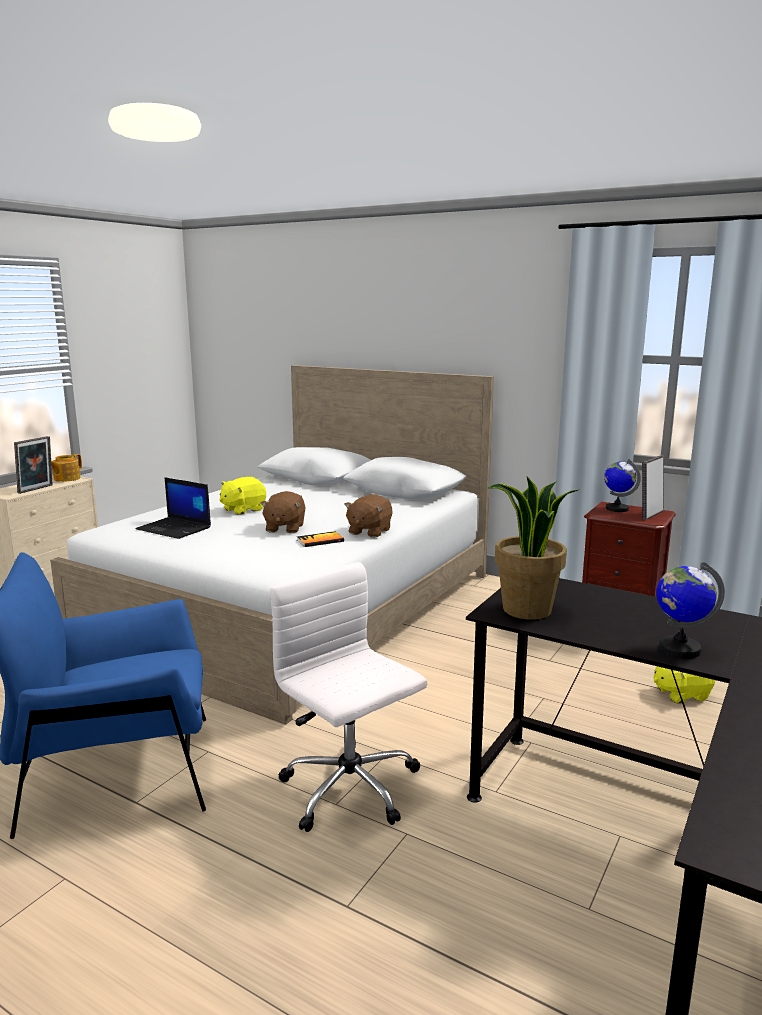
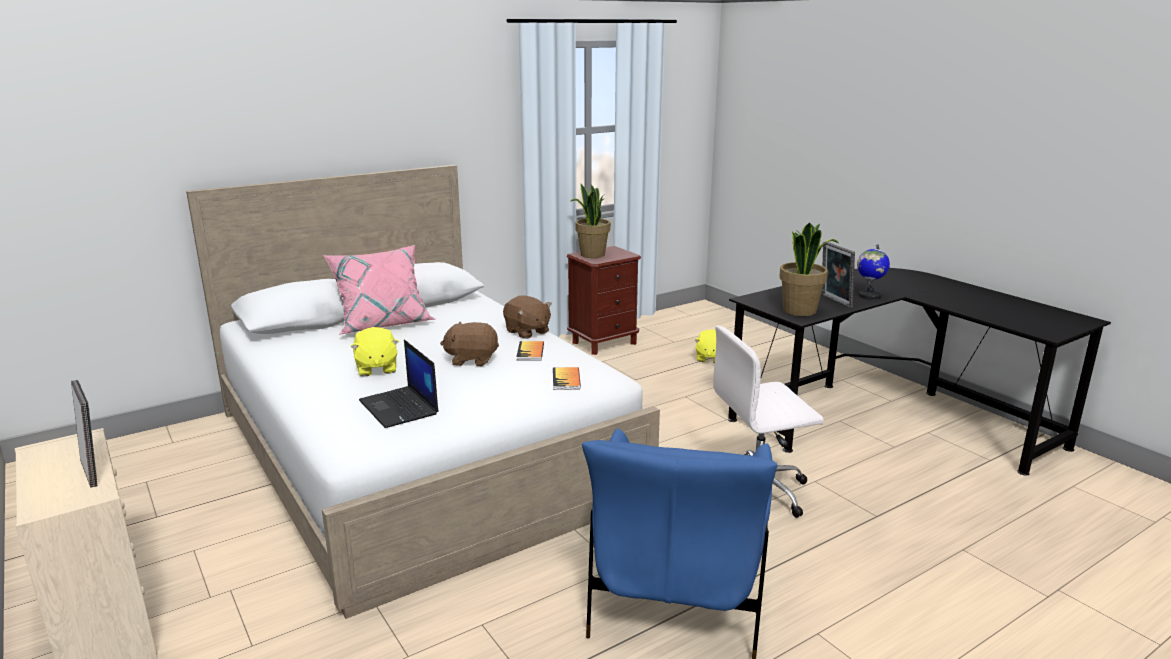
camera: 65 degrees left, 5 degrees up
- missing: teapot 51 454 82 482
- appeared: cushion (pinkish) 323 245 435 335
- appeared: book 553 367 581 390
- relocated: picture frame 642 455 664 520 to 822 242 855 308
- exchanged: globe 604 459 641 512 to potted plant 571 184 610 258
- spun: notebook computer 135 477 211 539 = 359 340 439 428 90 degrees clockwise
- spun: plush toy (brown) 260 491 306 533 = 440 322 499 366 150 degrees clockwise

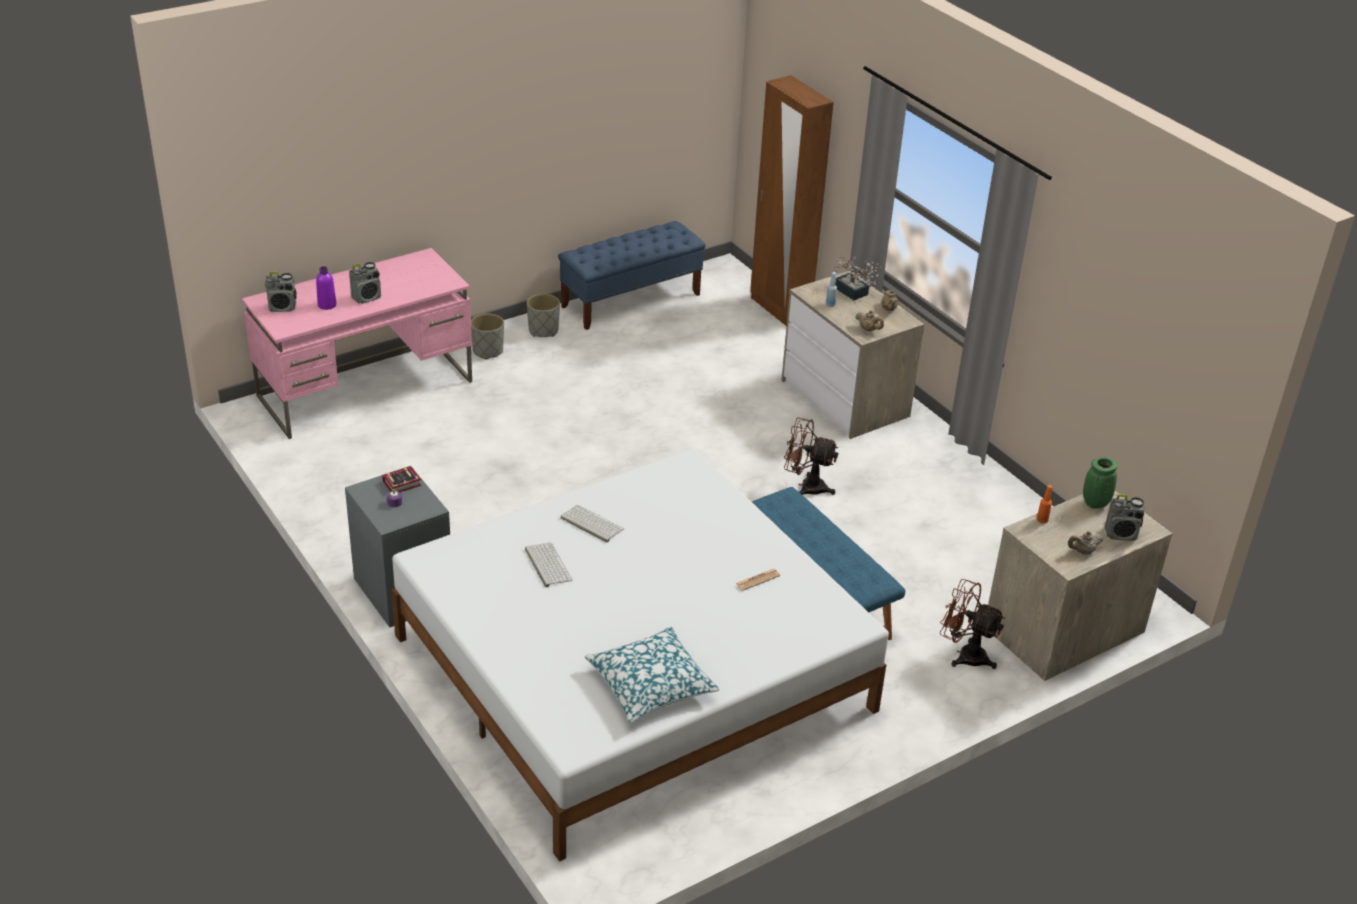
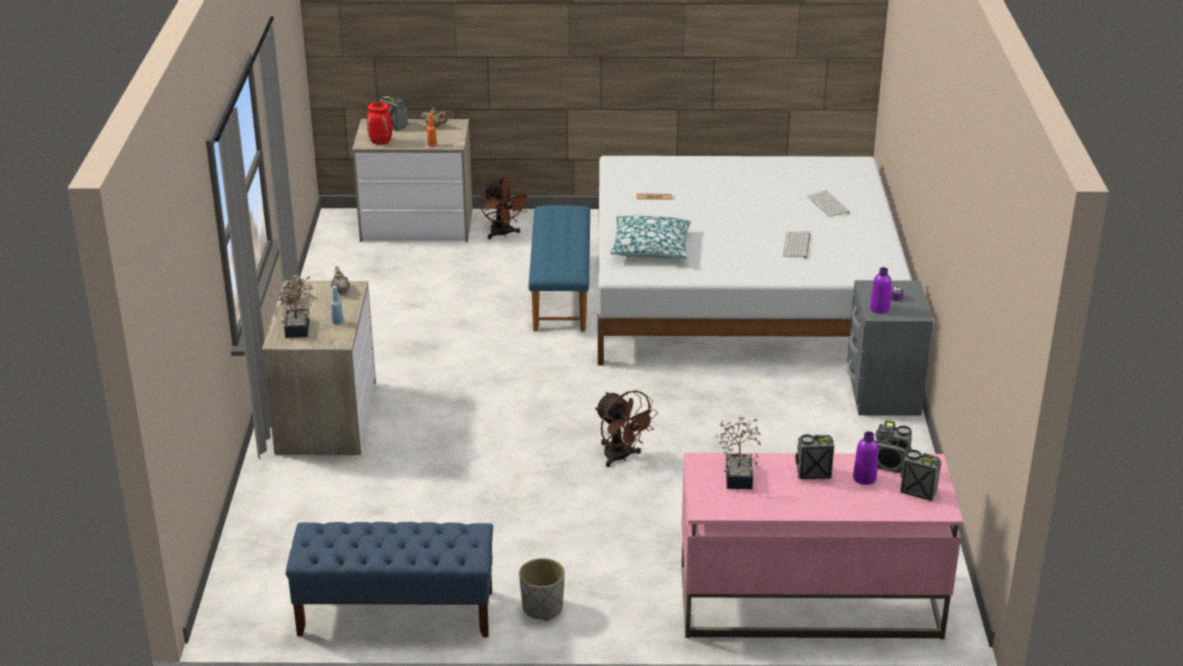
camera: 145 degrees left, 5 degrees down
- missing: flower pot (greyish) 471 314 504 360
- missing: wardrobe (brown) 750 75 834 326
- appeared: potted plant 716 416 762 489
- appeared: radio 875 420 912 473
- relocated: computer keyboard 560 505 624 542 to 807 190 850 217
- relocated: cushion 584 626 719 723 to 610 216 691 259
- relocated: electric fan (brown) 784 417 838 495 to 595 390 658 467
- exchanged: book 382 466 421 492 to bottle (purple) 870 267 892 314
- colour: vase (greenish) 1083 457 1118 508 to vase (red-coloured) 367 102 392 145

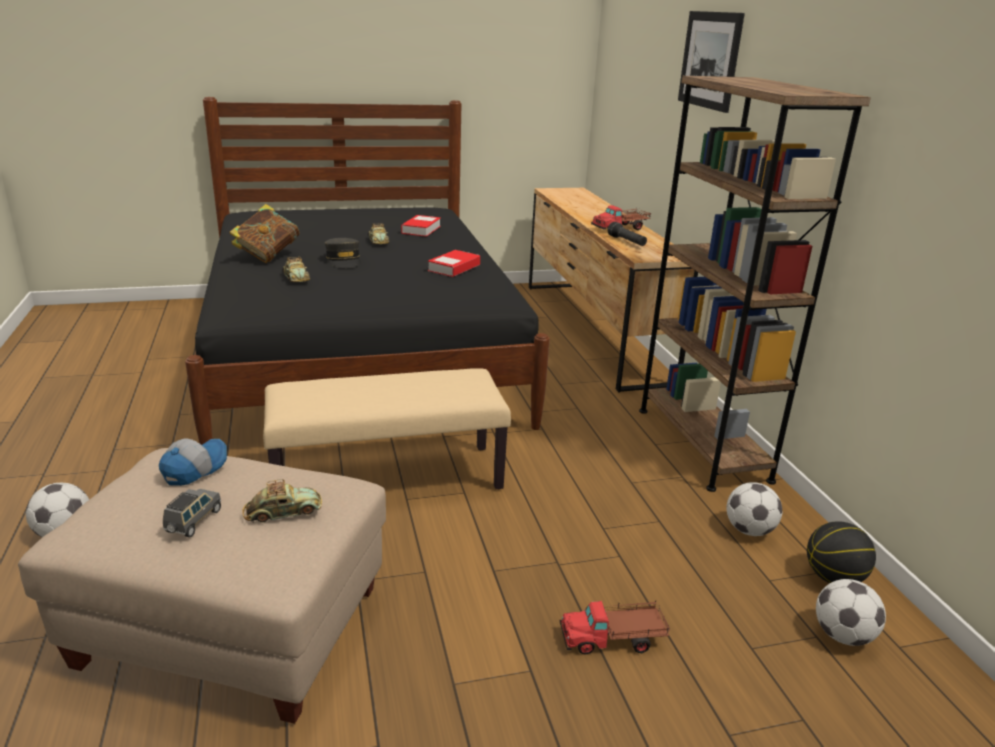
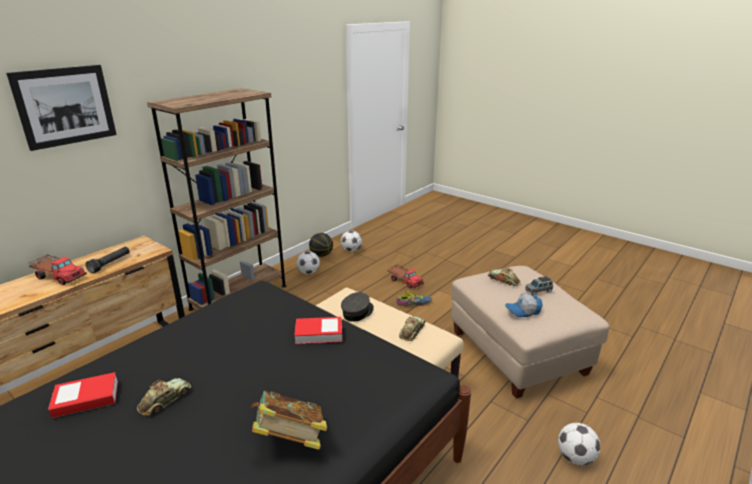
camera: 125 degrees left, 0 degrees up
- appeared: shoe 396 291 432 308
- relocated: model car 282 257 310 282 to 399 316 426 341
- relocated: peaked cap (greyish) 325 238 361 268 to 341 292 374 322
- relocated: book 428 250 480 277 to 294 317 342 344

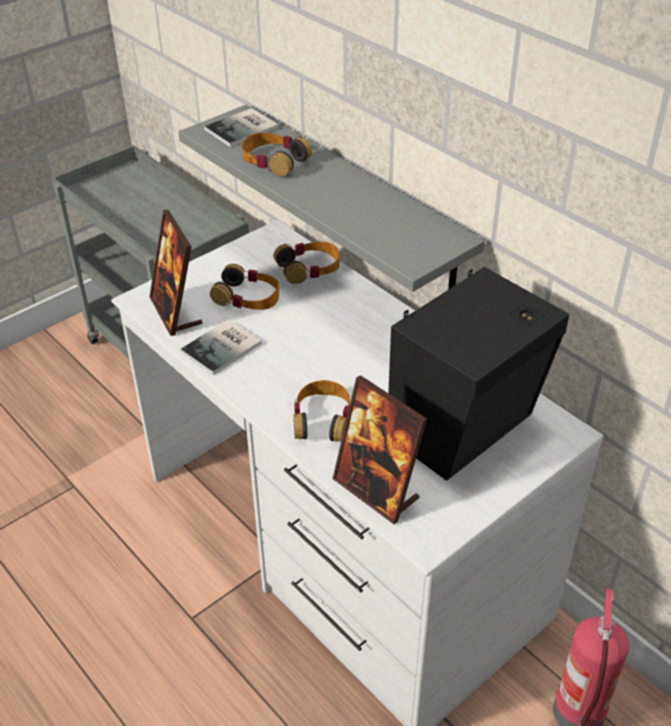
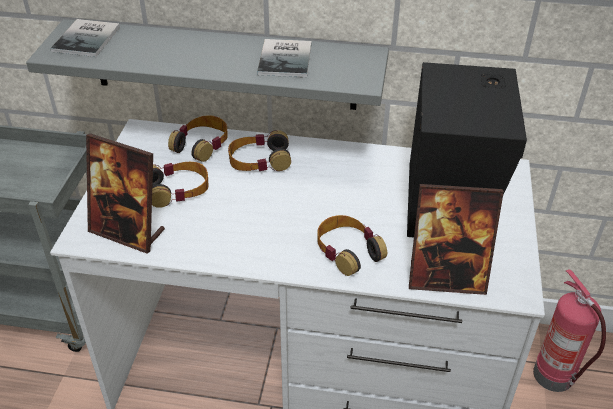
camera: 40 degrees left, 0 degrees up
- relocated: book 180 319 262 375 to 257 39 311 77
- relocated: pair of headphones 241 133 312 176 to 228 130 291 171

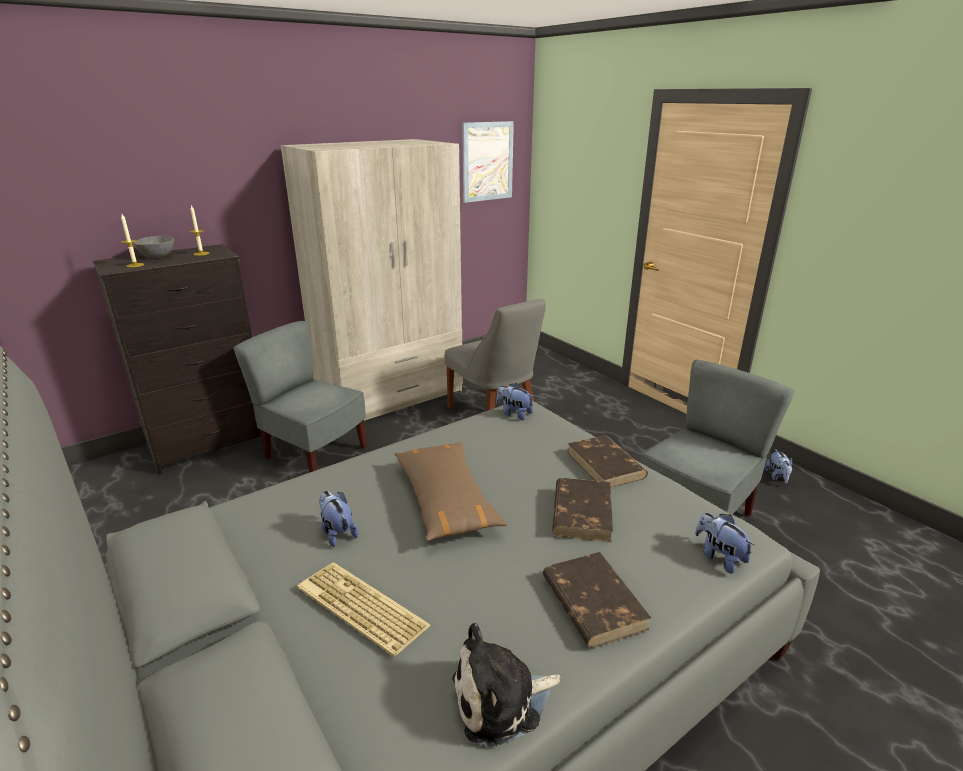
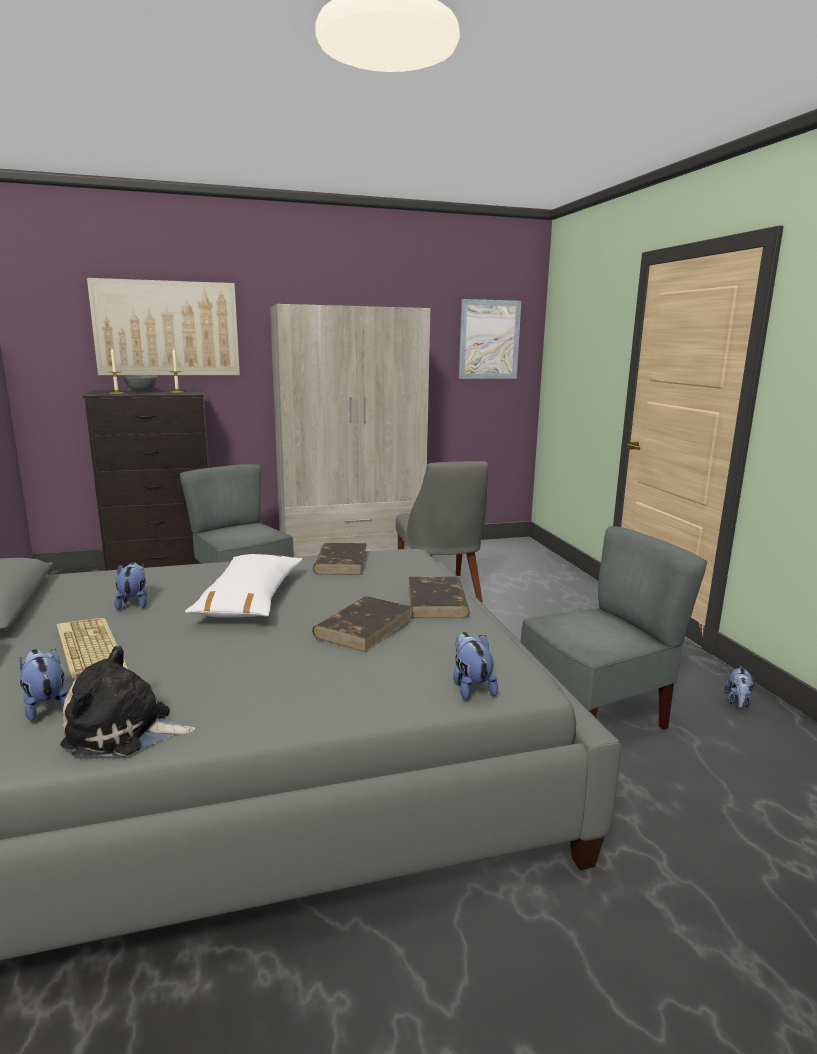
camera: 20 degrees right, 10 degrees down
- appeared: wall picture 87 278 240 375
- relocated: plush toy 496 383 534 421 to 20 649 68 722
- relocated: book (brown) 543 552 652 648 to 313 543 367 575
- colour: cushion (brown) 395 442 507 541 to cushion (white) 185 554 302 618

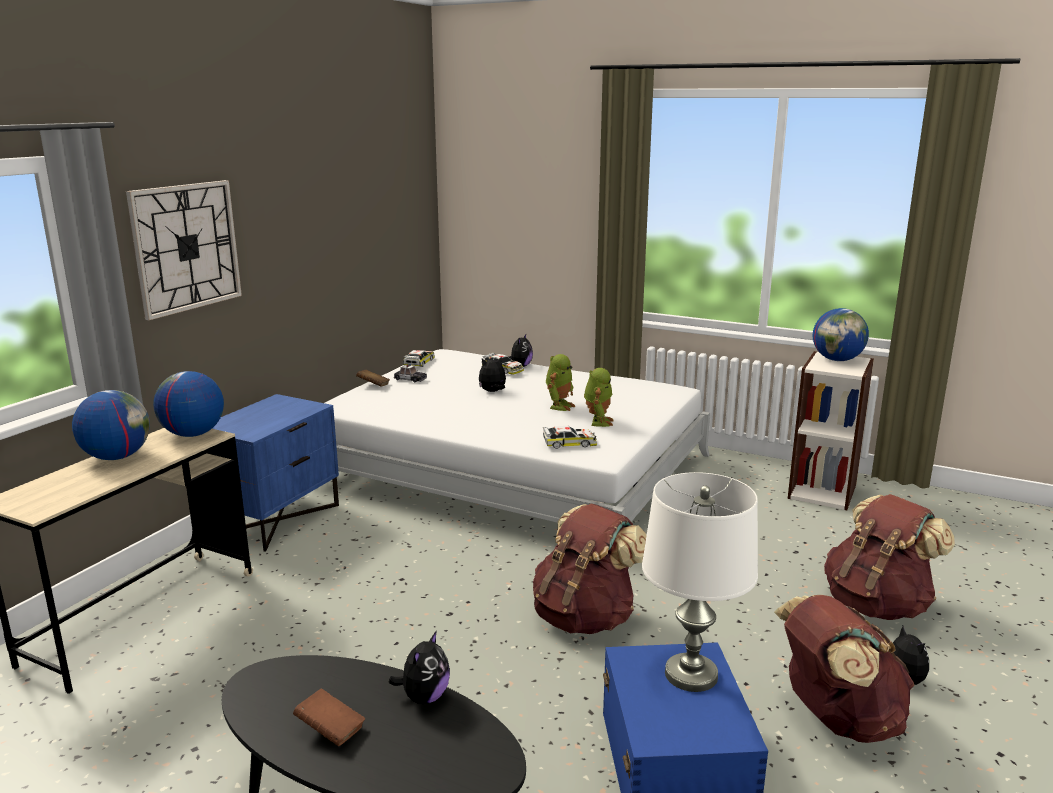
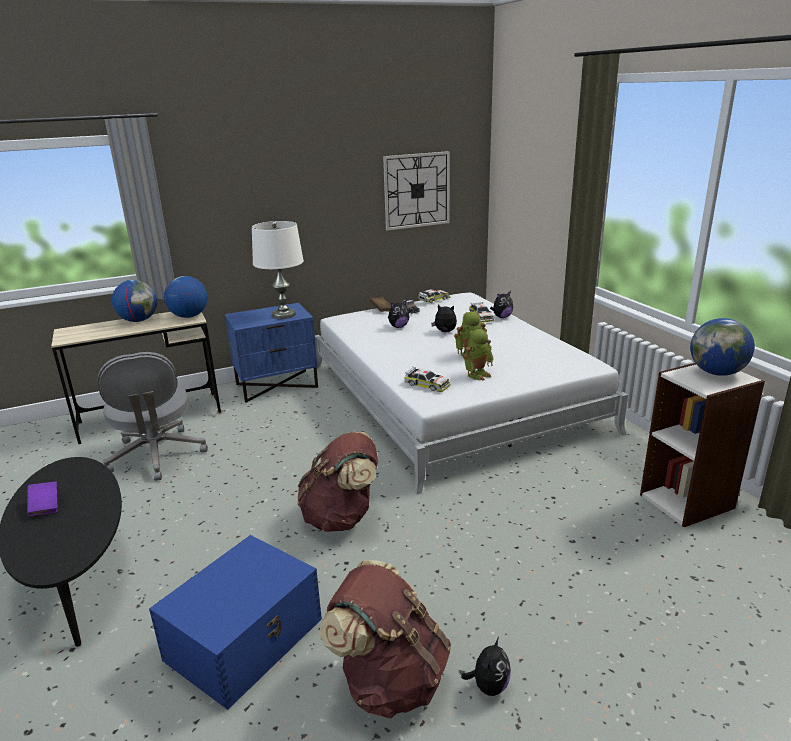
camera: 40 degrees right, 5 degrees up
- missing: knapsack (brown) 824 494 955 620
- appeared: desk chair (greyish) 98 352 208 481
- relocated: hanging clock 126 180 242 320 to 383 151 450 231
- relocated: plush toy 389 630 450 704 to 388 300 410 328
- relocated: tabletop lamp (white) 642 472 758 692 to 252 221 304 319
- colour: book (brown) 293 688 365 746 to book (purple) 27 482 58 516

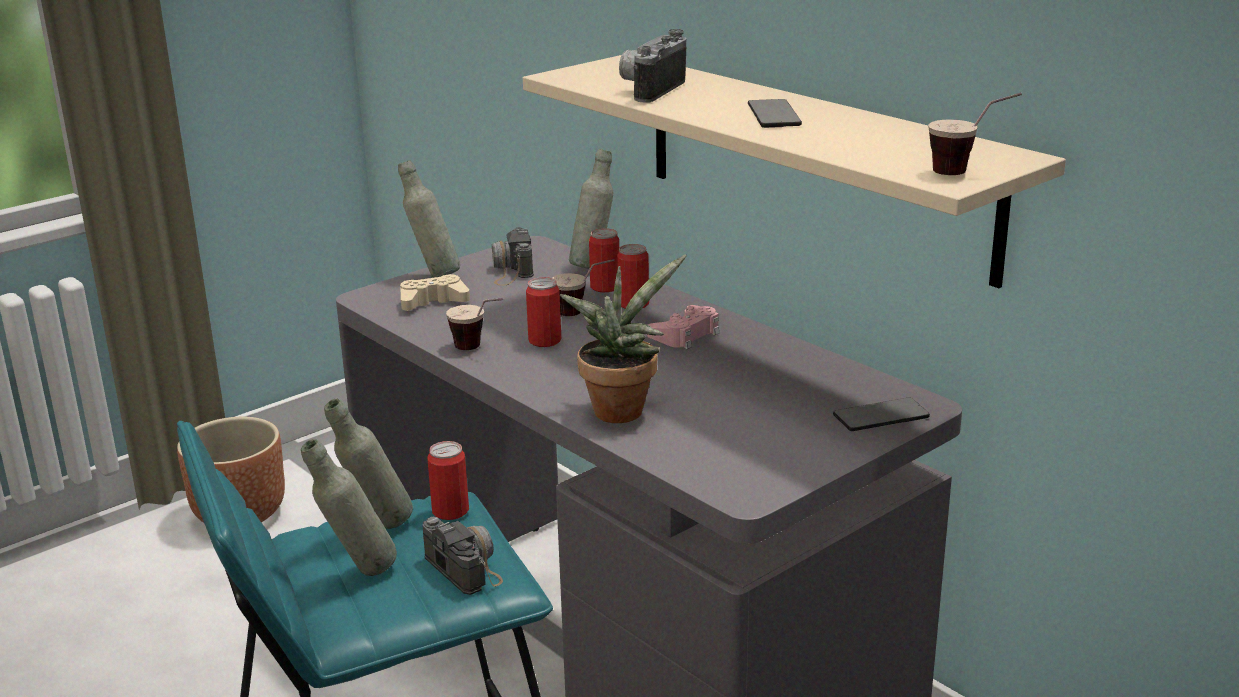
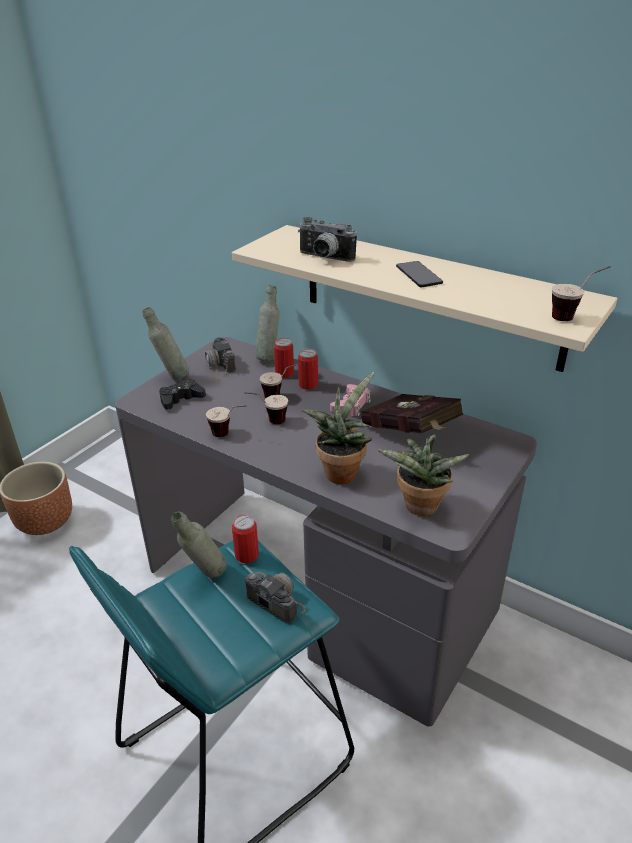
camera: 15 degrees left, 10 degrees up
- missing: bottle (greyish) 301 439 397 576
- missing: phone 833 397 930 431
- appeared: book (red-coloured) 361 394 463 433
- appeared: potted plant 378 434 469 516
- exchanged: sealed can 526 277 561 347 to cup 244 392 288 424
- colour: gamepad (beige) 400 274 470 310 to gamepad (blackish) 159 379 206 410
- spun: still camera 619 29 686 103 = 298 217 357 262 75 degrees counterclockwise

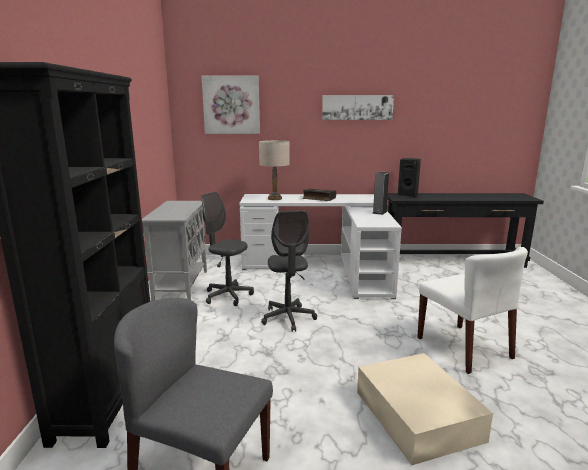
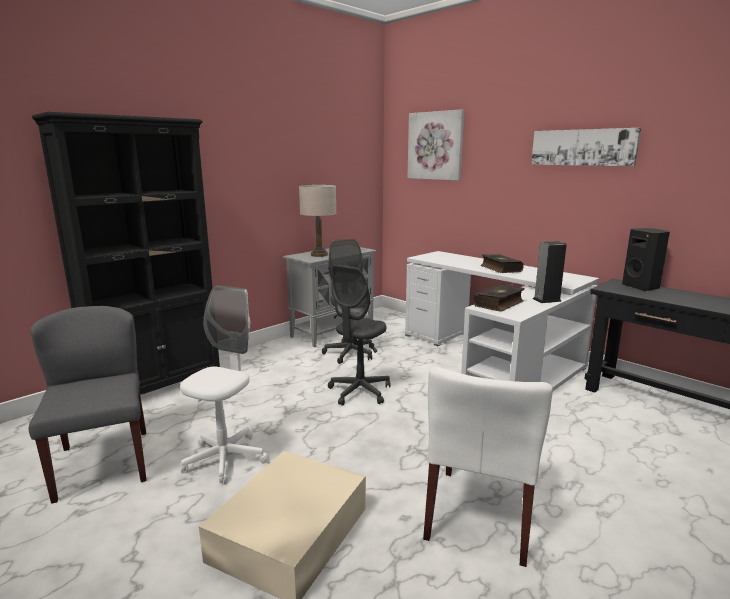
camera: 45 degrees right, 0 degrees up
- appeared: desk chair (white) 180 285 268 484
- appeared: book 473 284 525 311
- relocated: tabletop lamp (beige) 259 140 290 200 to 299 185 336 257

